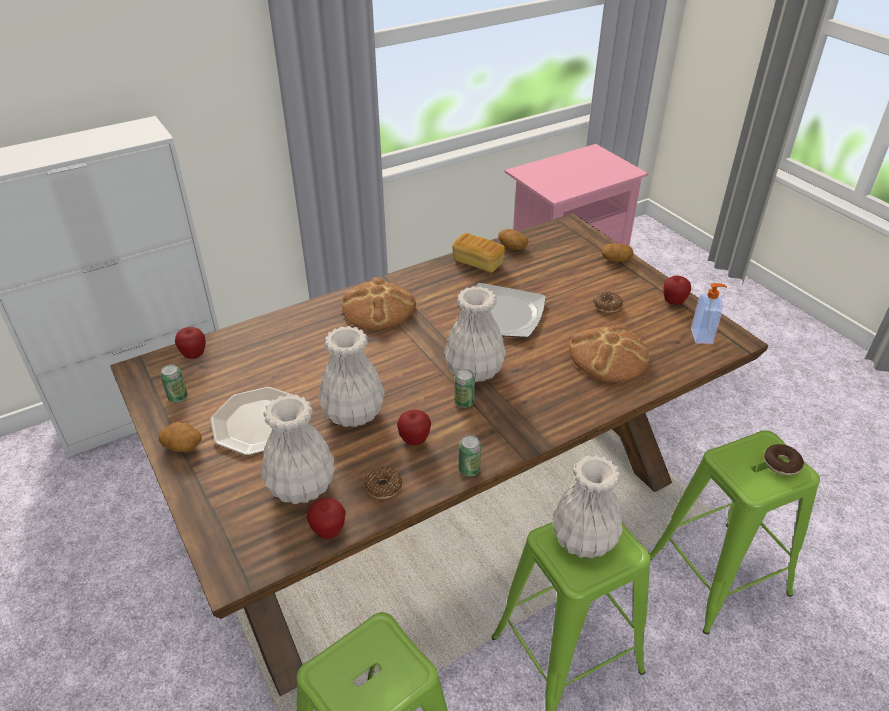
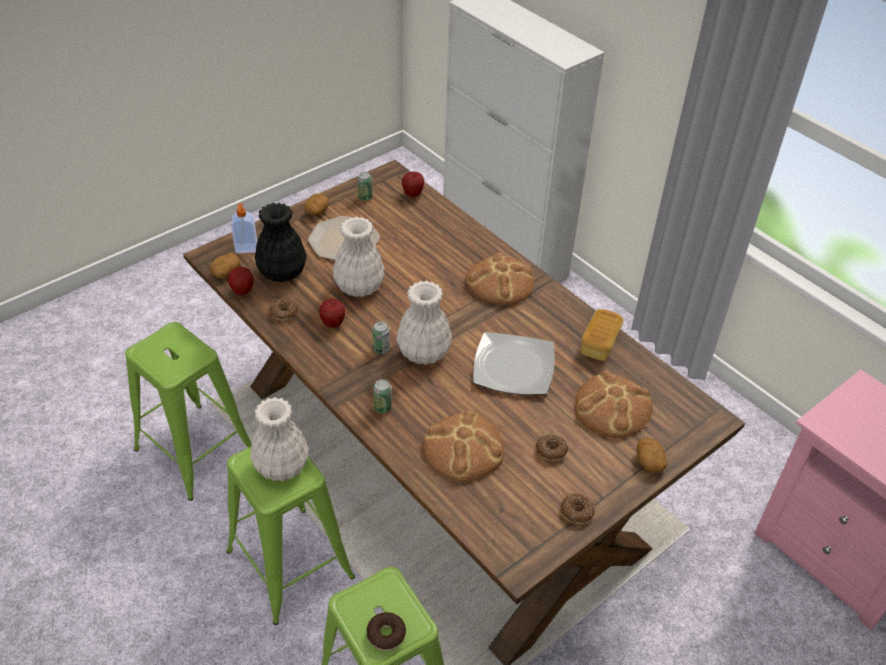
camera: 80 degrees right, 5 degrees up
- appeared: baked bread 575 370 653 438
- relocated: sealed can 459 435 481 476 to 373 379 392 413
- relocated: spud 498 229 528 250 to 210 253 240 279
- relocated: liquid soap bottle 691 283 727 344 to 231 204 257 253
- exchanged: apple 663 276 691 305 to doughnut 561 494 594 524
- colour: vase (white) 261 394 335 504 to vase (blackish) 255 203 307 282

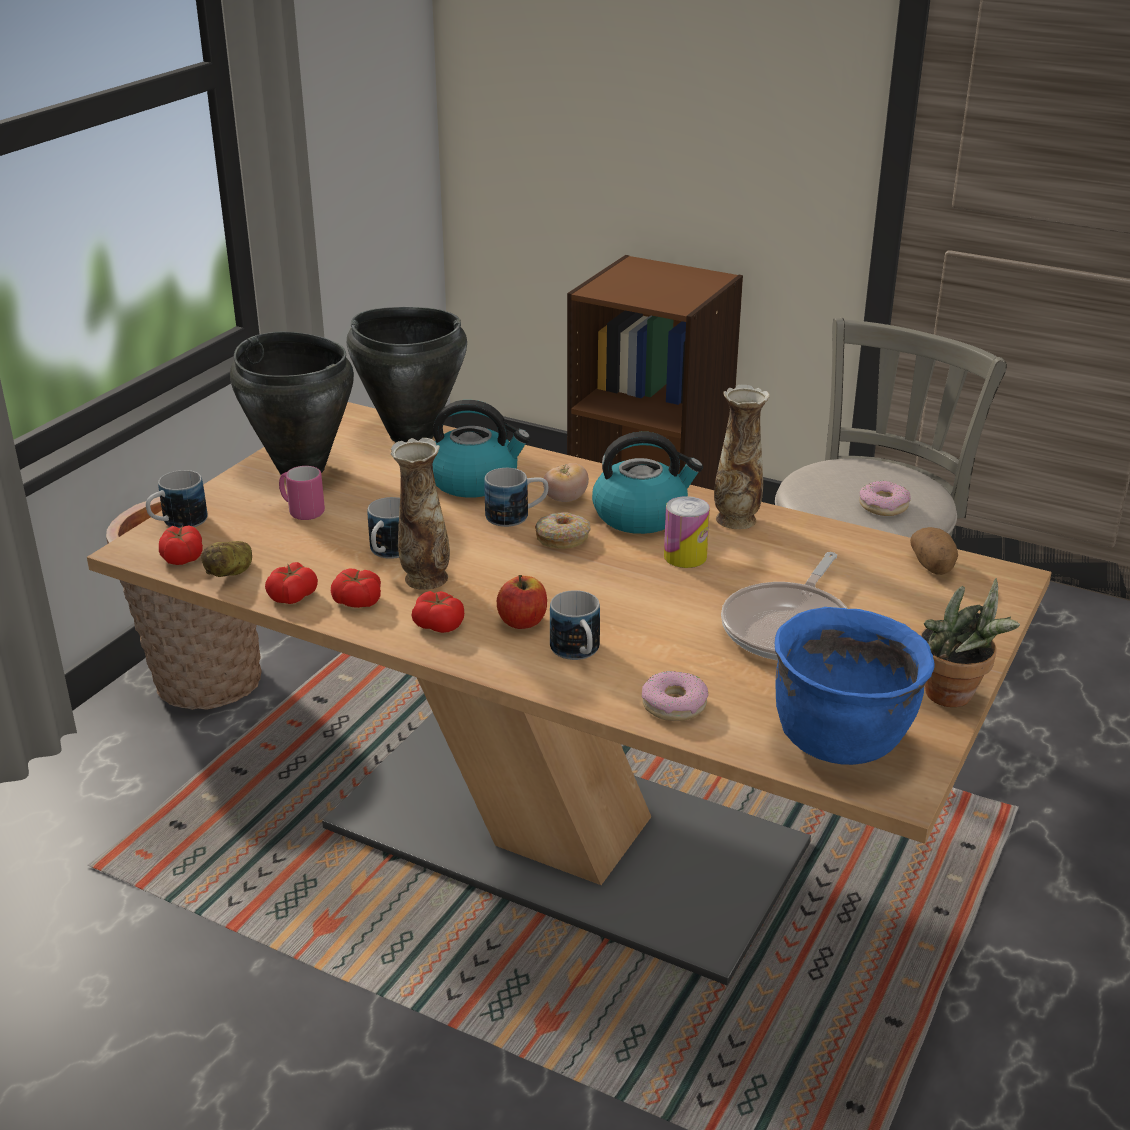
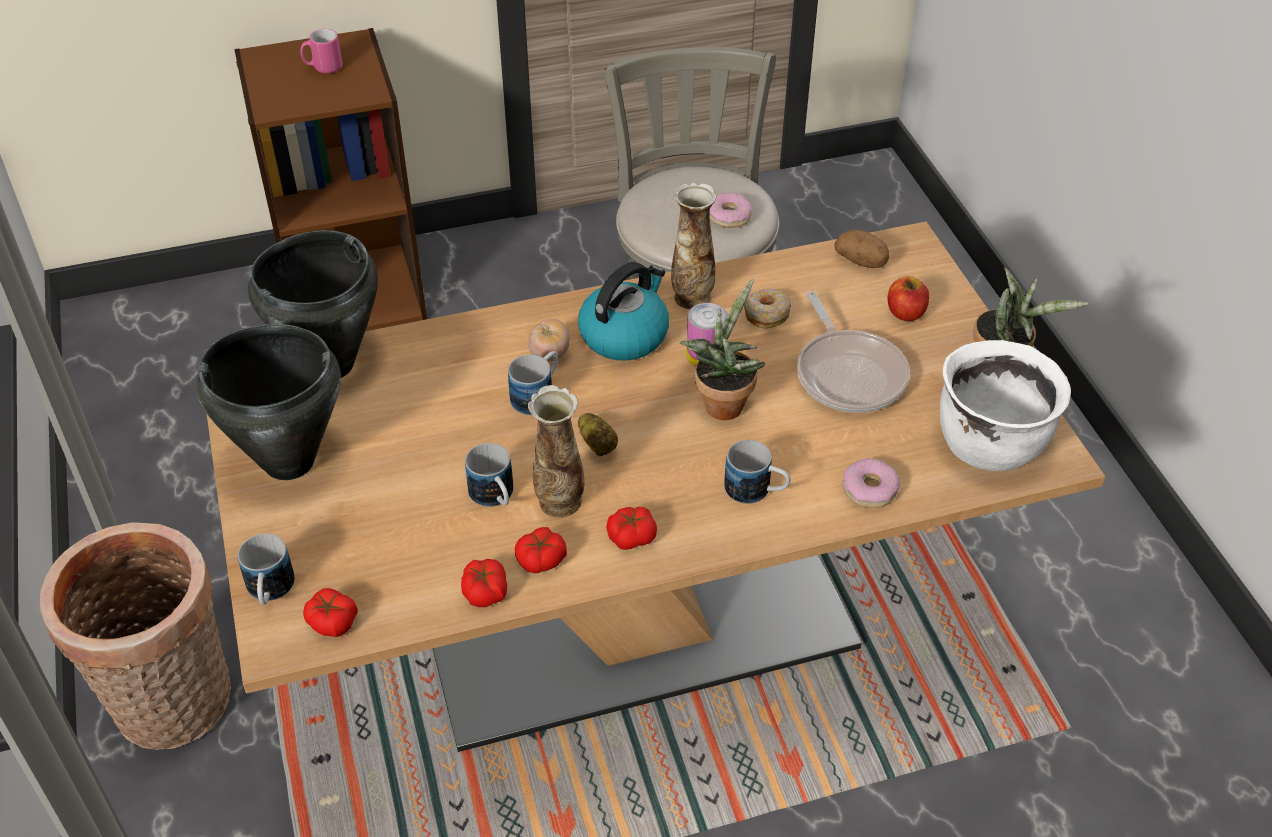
camera: 45 degrees left, 15 degrees up
- missing: water kettle 433 400 531 497
- appeared: potted plant 679 279 765 420
- relocated: spud 201 541 252 577 to 578 413 618 457
- relocated: mug (pinkish) 279 466 325 520 to 300 29 342 73
- relocated: apple 497 575 547 629 to 888 276 929 321
- relocated: doughnut 535 513 591 549 to 744 288 792 329
- colour: saucepot (blue-coloured) 775 607 934 765 to saucepot (white) 940 340 1071 471

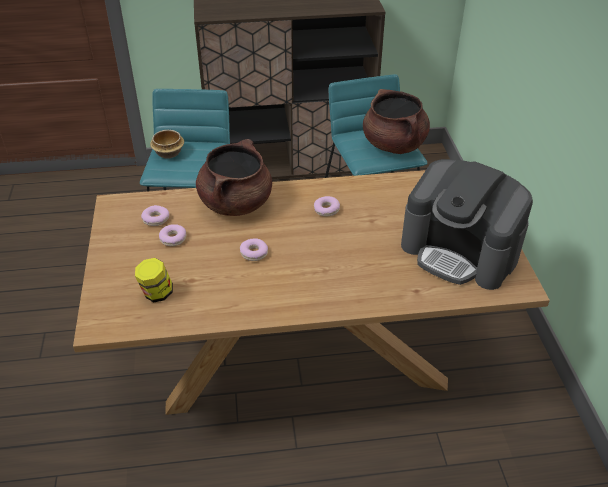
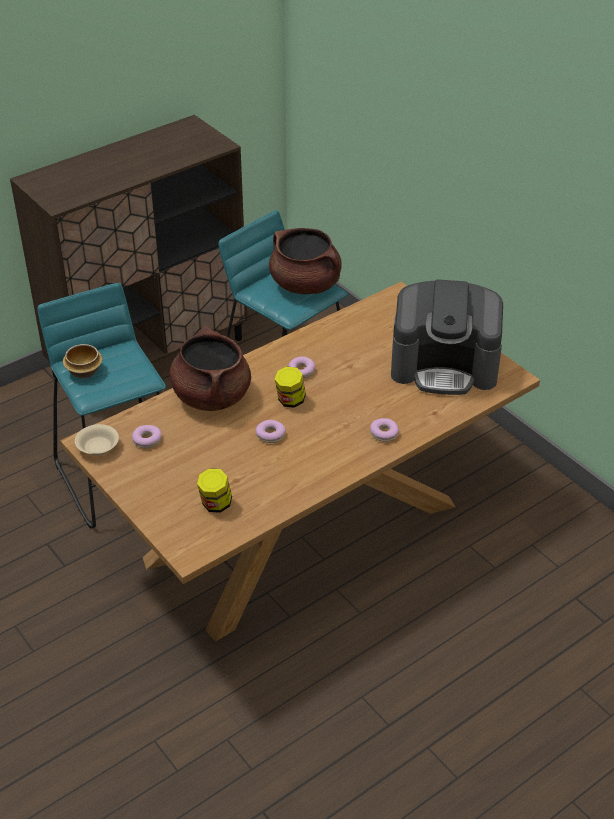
camera: 30 degrees left, 0 degrees up
- appeared: serving bowl (beige) 75 424 119 456
- appeared: storage jar 275 366 306 408
- relocated: doughnut 159 224 186 246 to 370 418 399 442

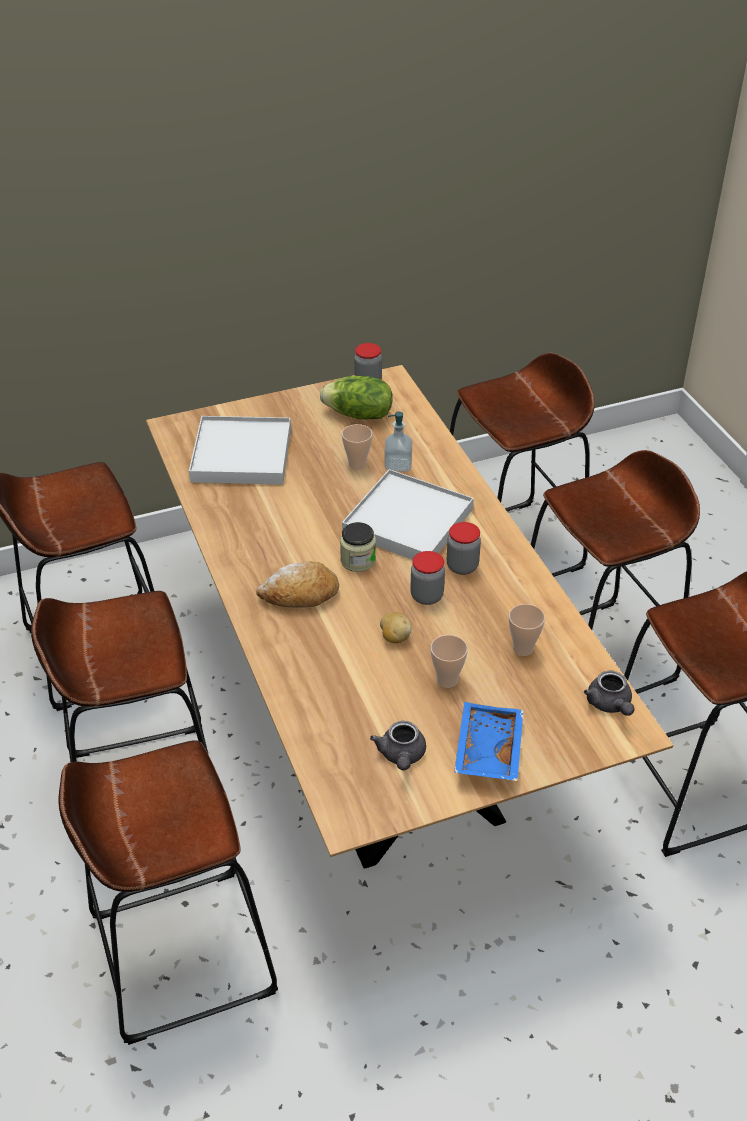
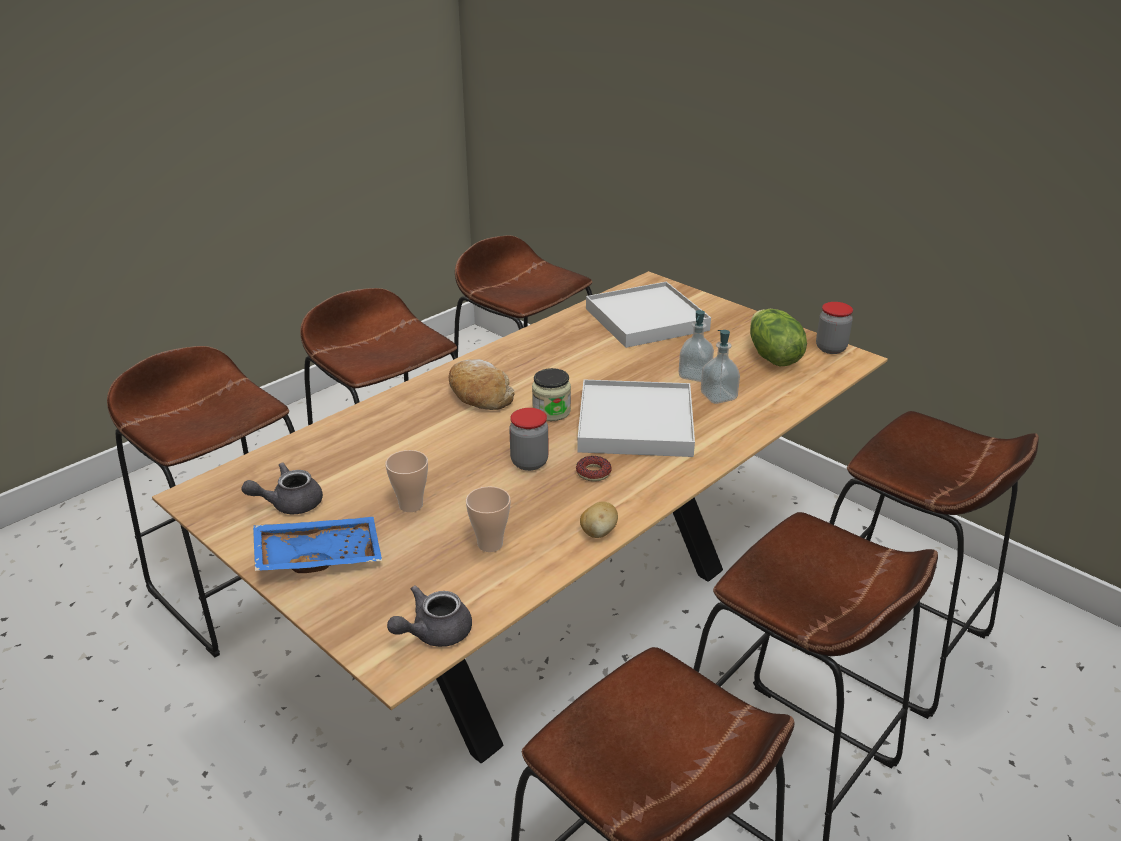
camera: 65 degrees right, 10 degrees down
- relocated: spud 380 612 412 643 to 580 502 618 538
- exchanged: cup 342 424 372 470 to liquid soap bottle 679 310 714 382
- exchanged: storage jar 447 522 481 575 to doughnut 576 456 612 481

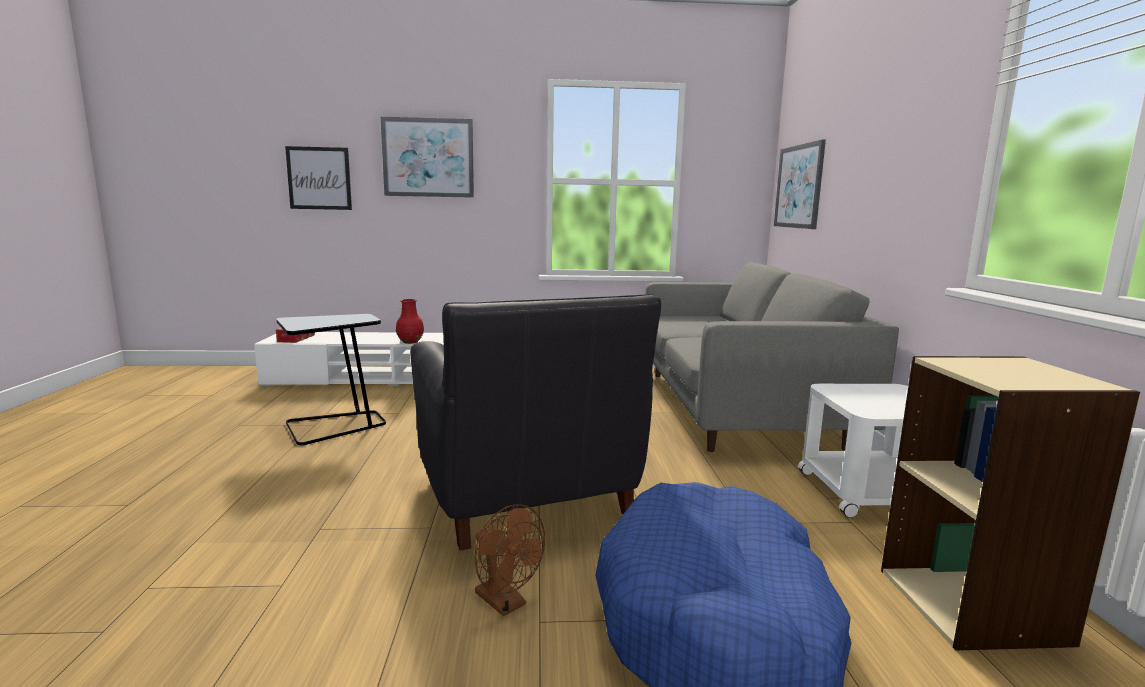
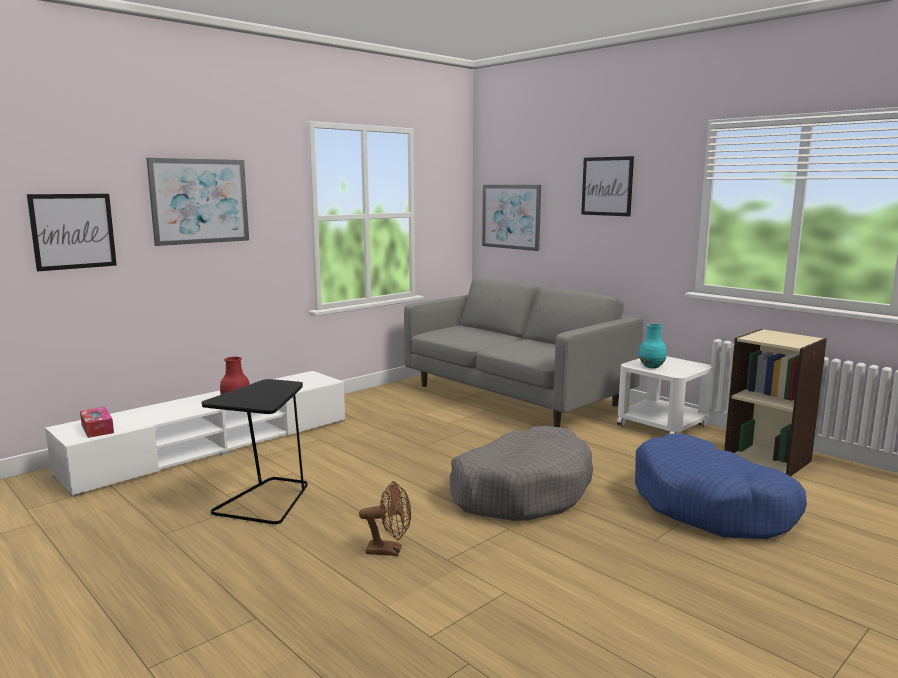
camera: 40 degrees left, 0 degrees up
- appeared: wall picture 581 156 634 216
- appeared: vase (turquoise) 639 324 667 368
- relocated: electric fan (brown) 474 504 545 616 to 359 481 411 556
- exchanged: lounge chair (blackish) 410 294 661 551 to dog cushion (greyish) 450 426 593 521

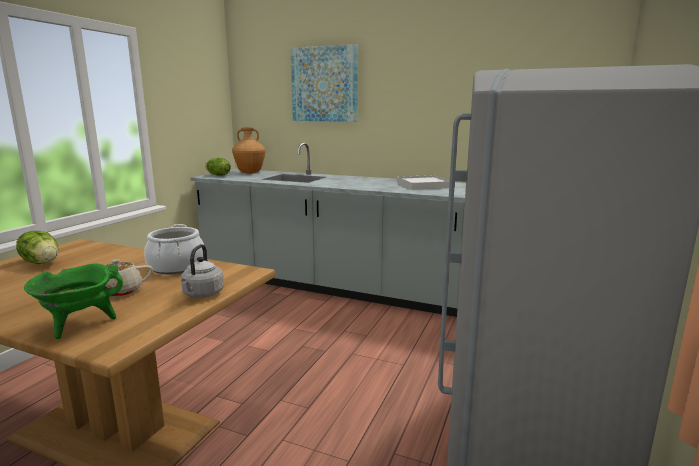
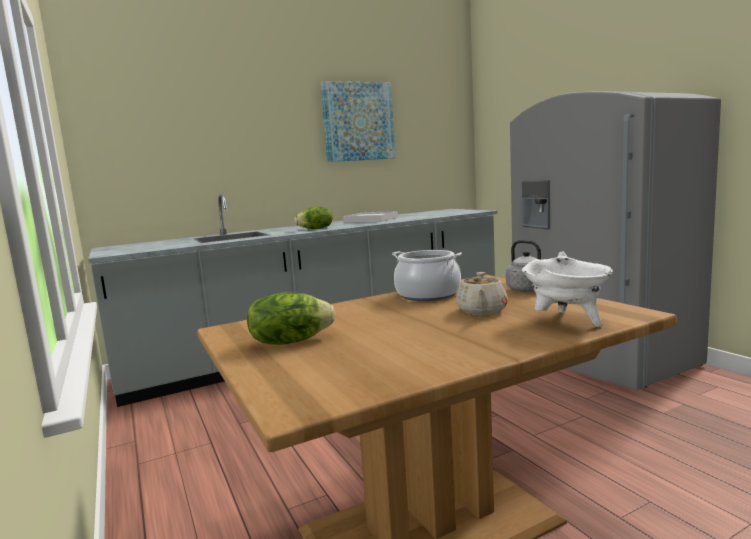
camera: 50 degrees left, 5 degrees down
- missing: vase (brown) 232 127 266 174
- relocated: lettuce head 205 158 231 176 to 294 207 332 229
- relocated: wall picture 291 44 358 122 to 320 81 395 162
- colour: saucepot (greenish) 24 263 123 339 to saucepot (white) 522 251 613 327

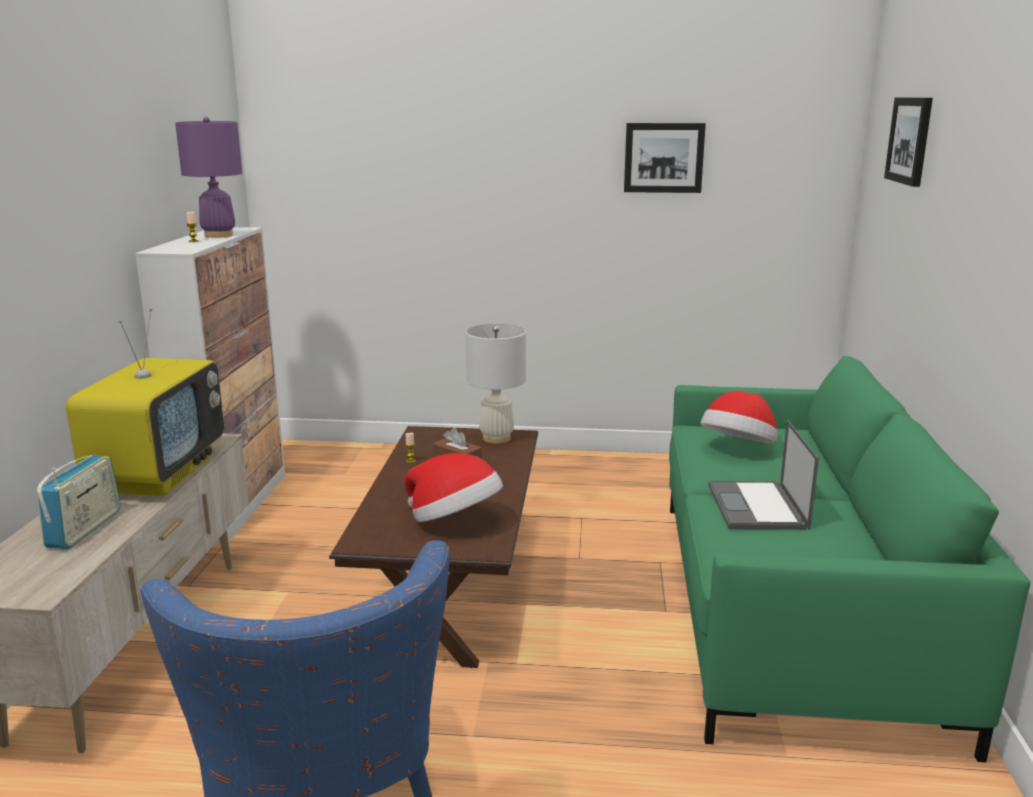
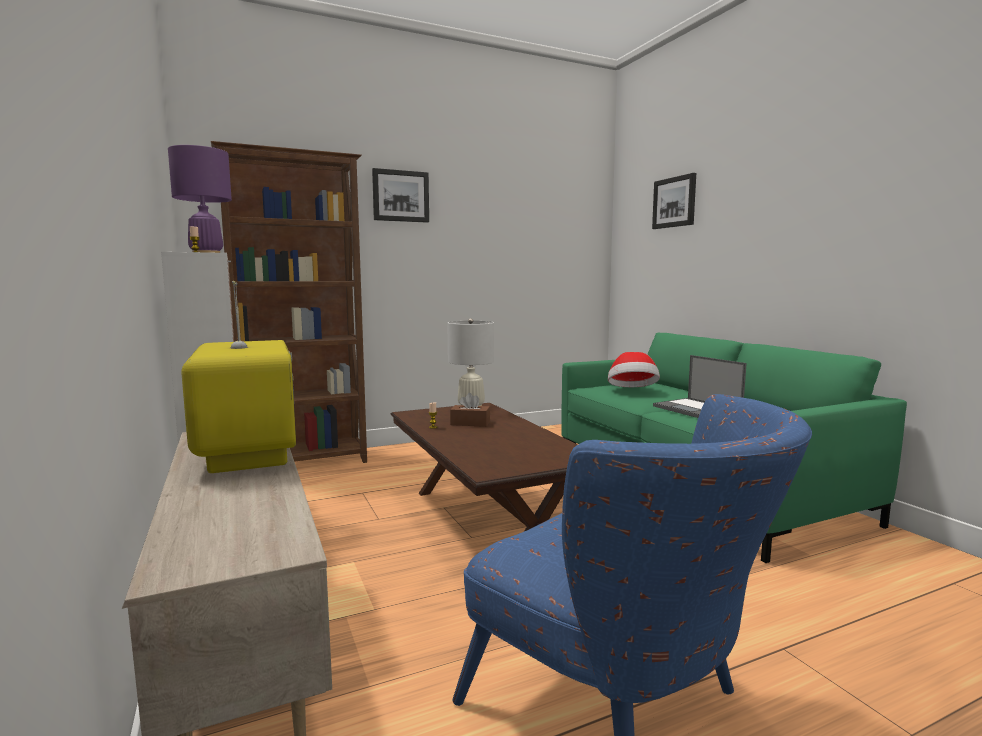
camera: 30 degrees left, 10 degrees down
- missing: radio 36 455 121 550
- missing: hat 405 453 503 522
- appeared: bookshelf (brown) 211 141 367 463
- relocated: wall picture 624 123 706 193 to 372 168 429 223

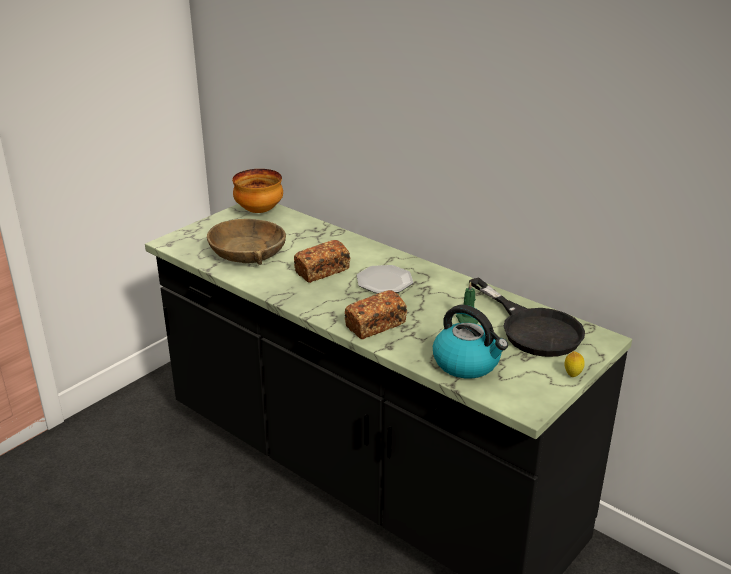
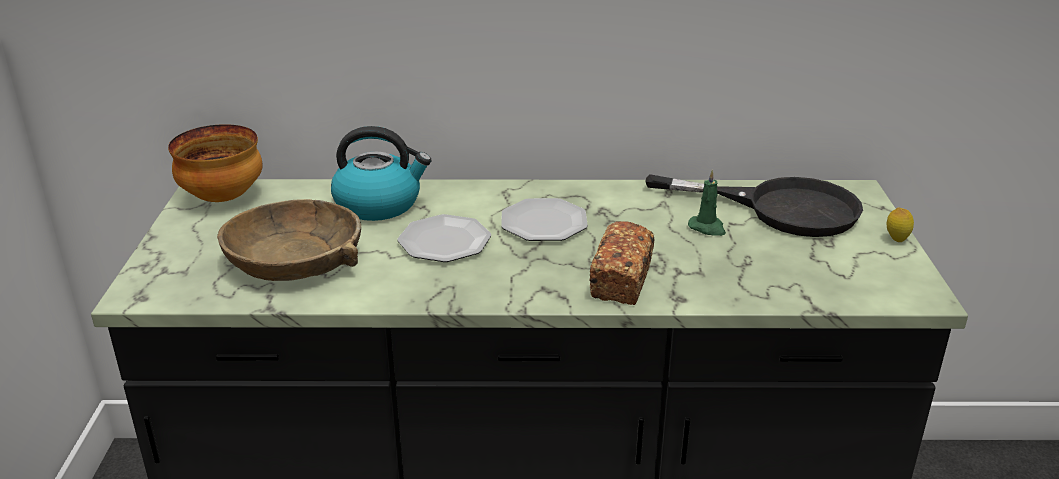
camera: 40 degrees left, 0 degrees up
- relocated: water kettle 433 305 508 379 to 331 126 432 221
- exchanged: baked bread 294 240 350 283 to flat dish 397 214 491 262

